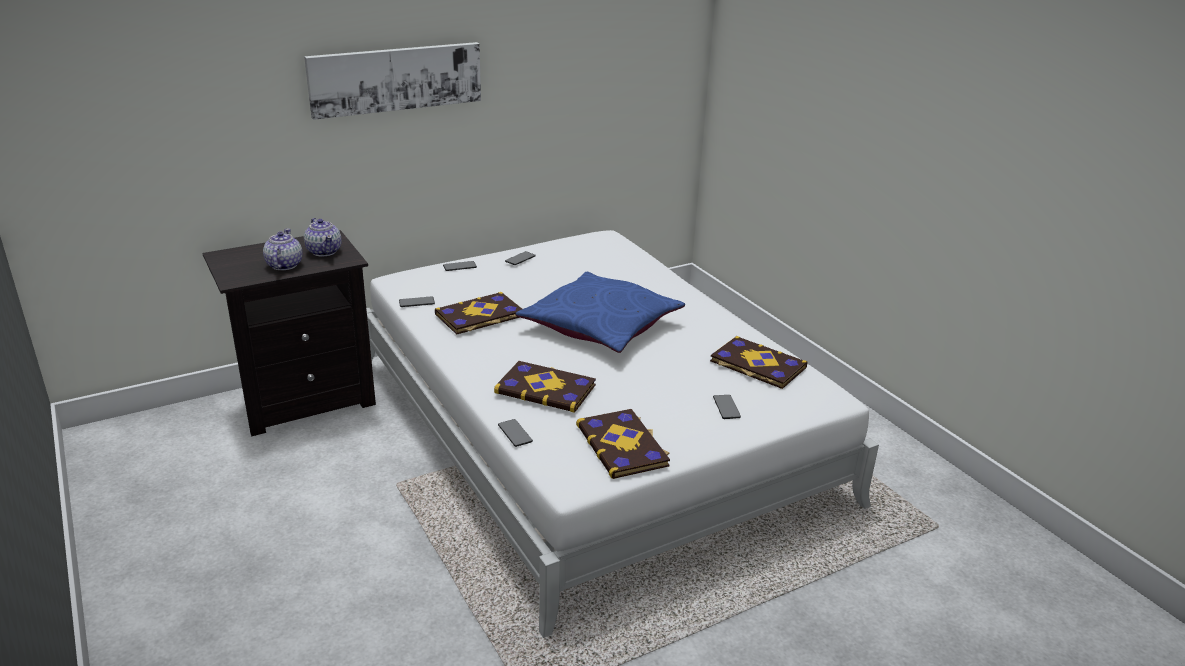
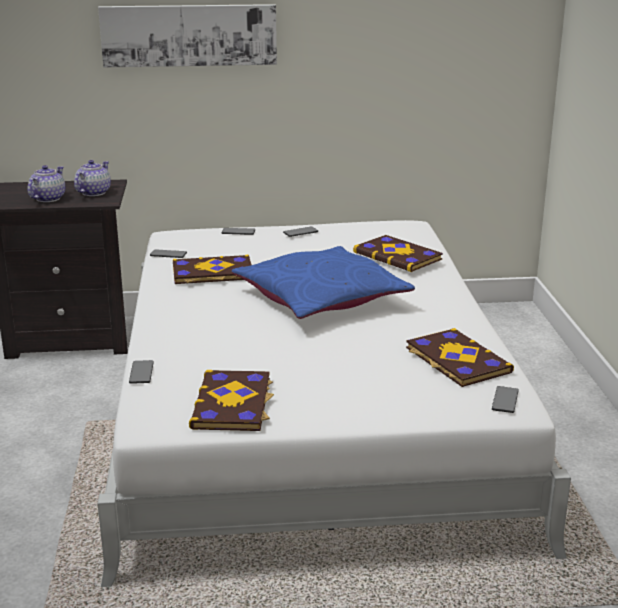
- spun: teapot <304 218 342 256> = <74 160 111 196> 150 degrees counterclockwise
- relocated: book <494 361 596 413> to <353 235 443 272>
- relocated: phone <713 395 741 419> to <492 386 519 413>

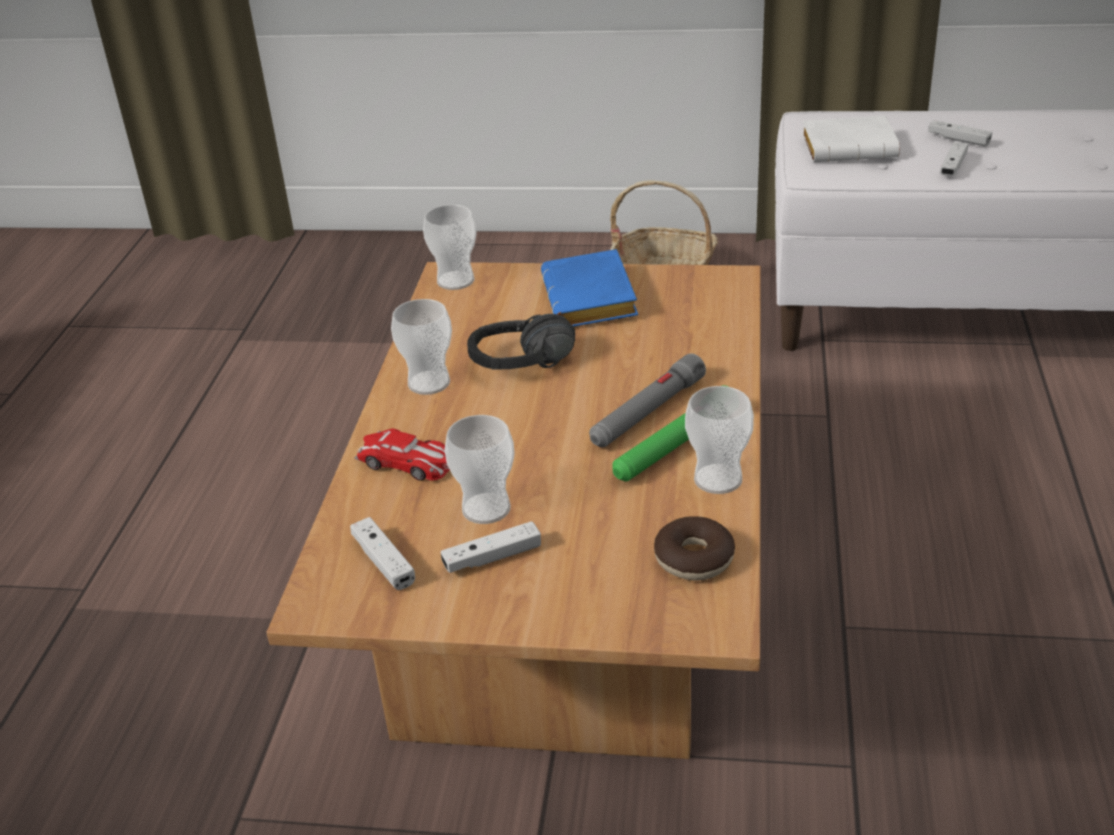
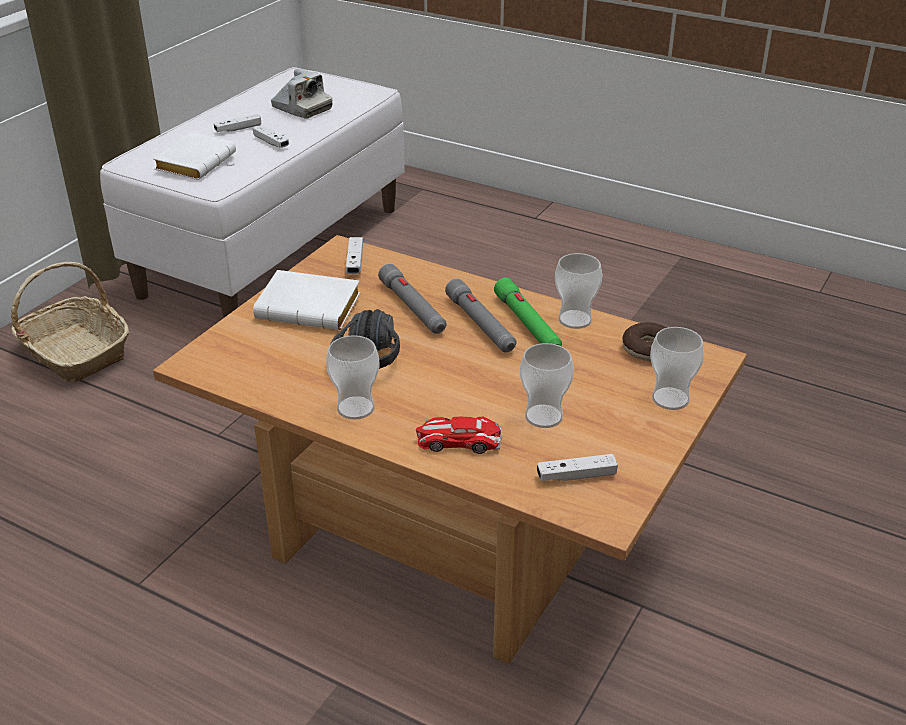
- relocated: cup <423 205 477 290> to <650 327 704 410>
- colour: book in blue <541 249 638 327> to book in white <253 270 360 330>
- spun: toy car <354 428 450 481> = <416 416 502 454> 135 degrees counterclockwise
- relocated: game controller in white <441 521 541 573> to <346 237 363 274>
- appeared: photo camera <271 68 332 119>
- appeared: flashlight in grey <378 264 447 334>

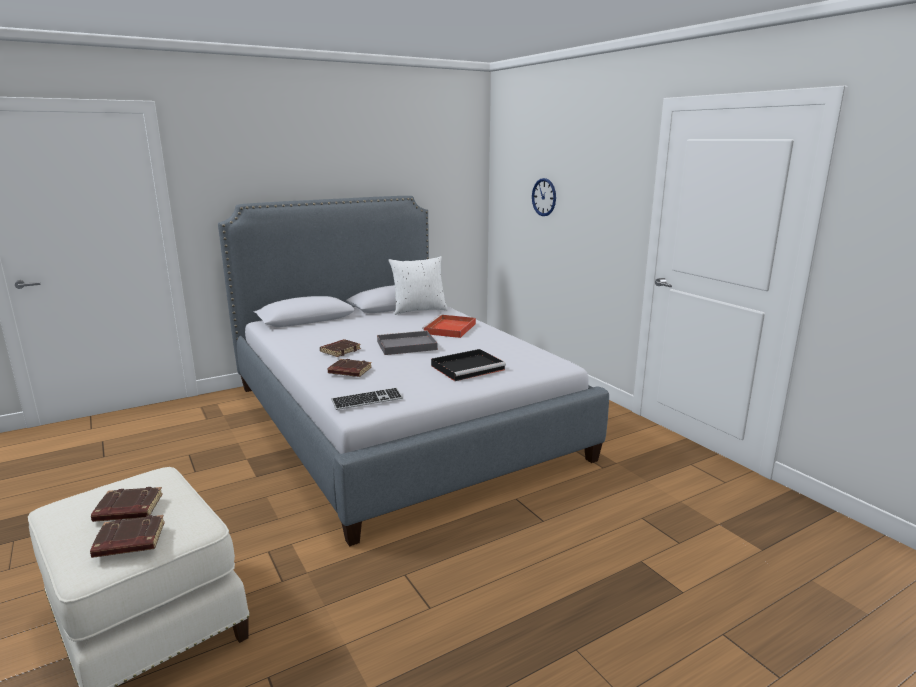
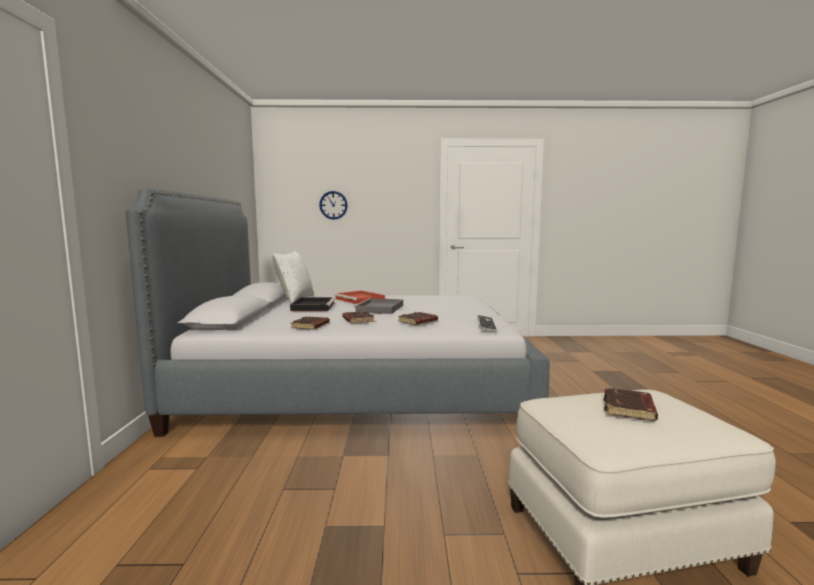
- relocated: tray in black <431 349 506 381> to <290 297 336 311>
- relocated: book in brown <90 515 165 558> to <291 316 330 330>

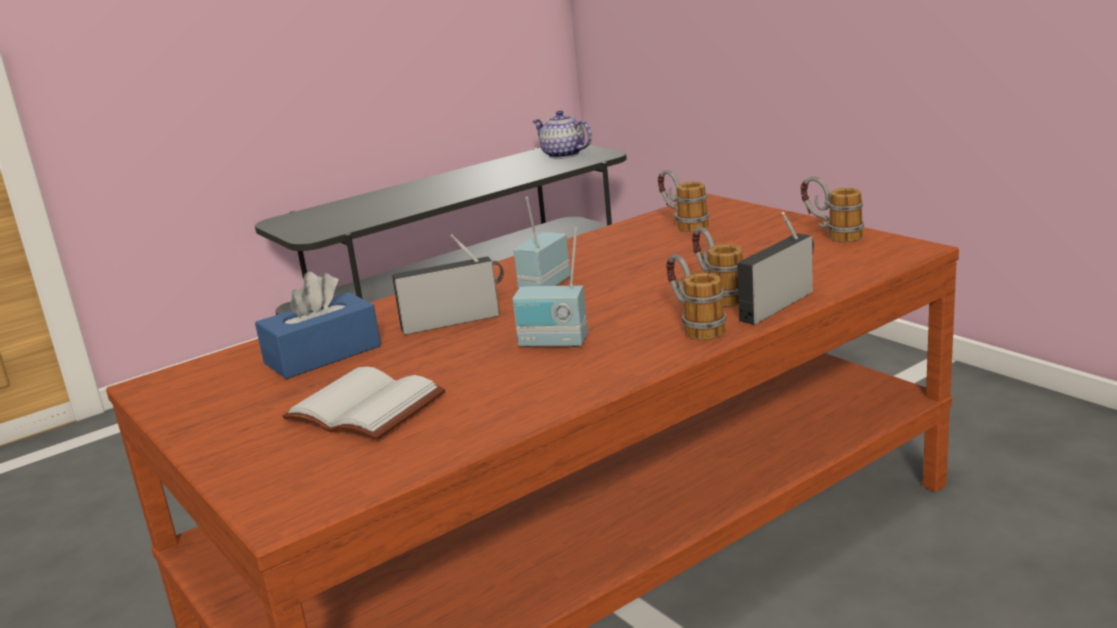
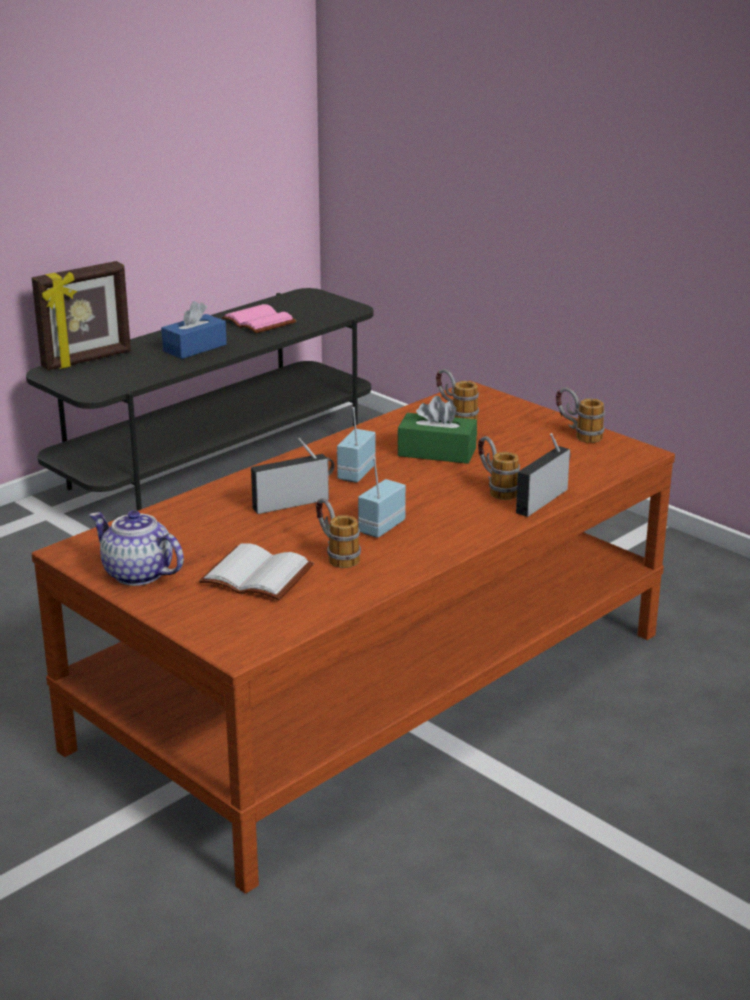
- relocated: teapot <532 110 592 159> to <90 510 184 586>
- spun: radio <513 227 588 347> = <358 458 406 538> 120 degrees clockwise
- relocated: mug <666 254 726 340> to <316 498 361 568>
- relocated: tissue box in blue <255 272 381 379> to <161 301 227 359>
- appeared: picture frame <32 261 131 370>
- appeared: book in pink <222 304 296 333>
- appeared: tissue box in green <398 396 477 464>

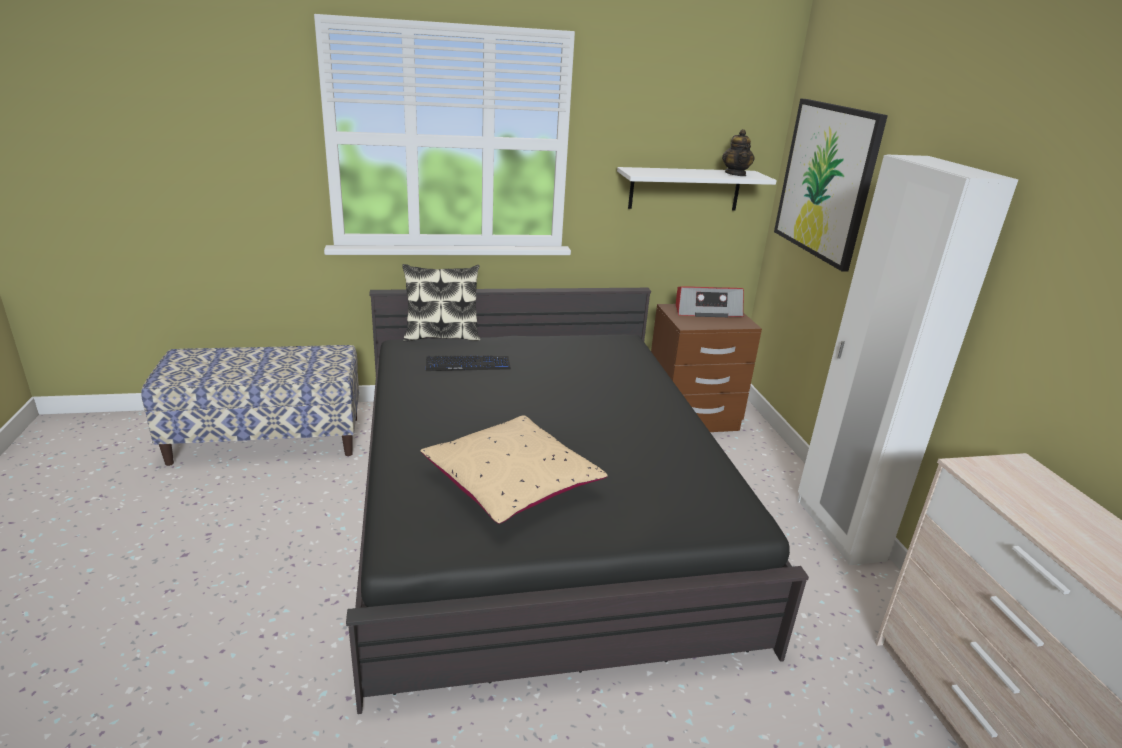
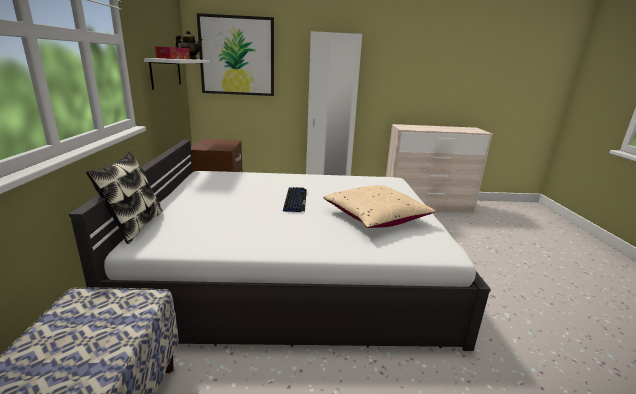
- missing: radio <676 286 744 317>
- colour: bed in black <346 288 809 714> to bed in white <69 140 491 351>
- relocated: keyboard <426 356 511 371> to <283 187 307 212>
- appeared: tissue box <155 46 190 59>

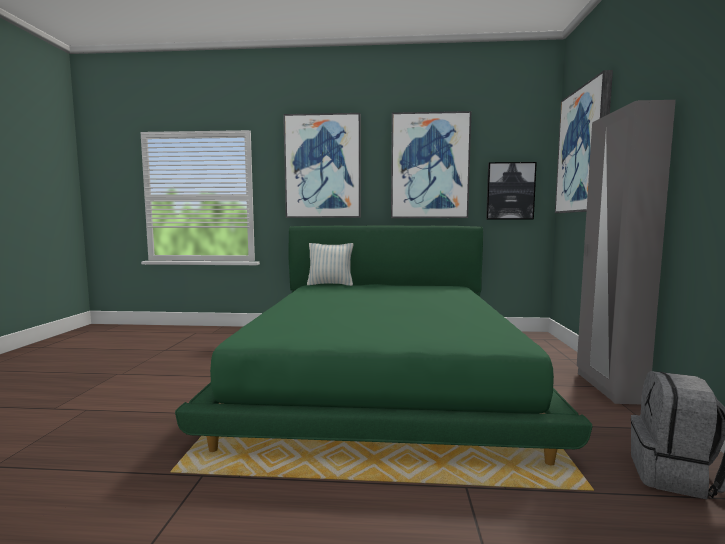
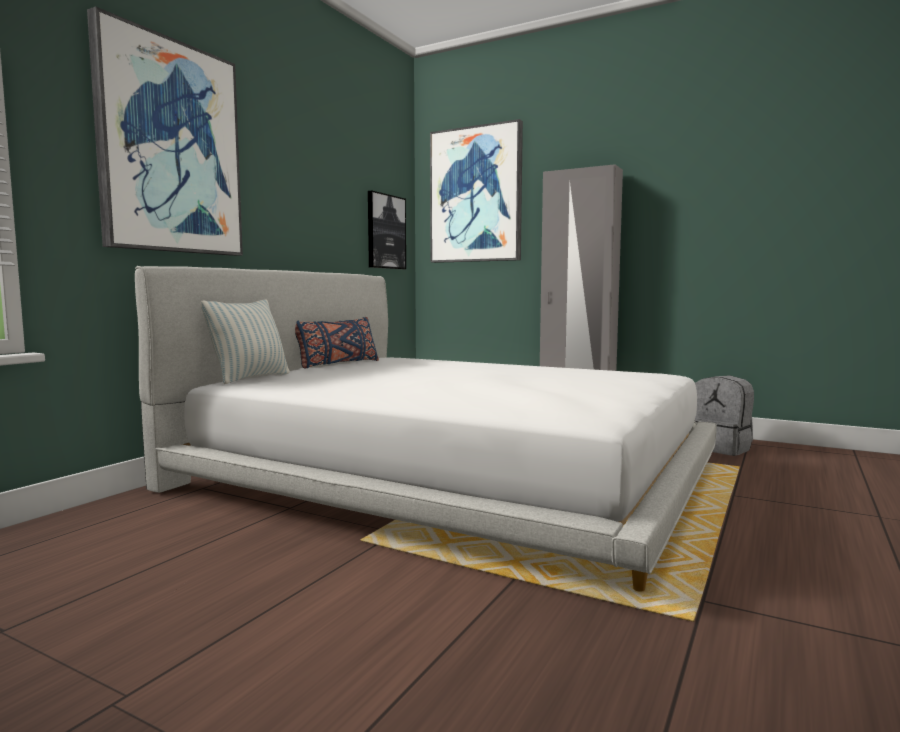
- missing: picture <391 111 471 218>
- colour: bed in green <175 225 592 466> to bed in white <135 266 717 592>
- appeared: pillow in blue <295 317 379 369>

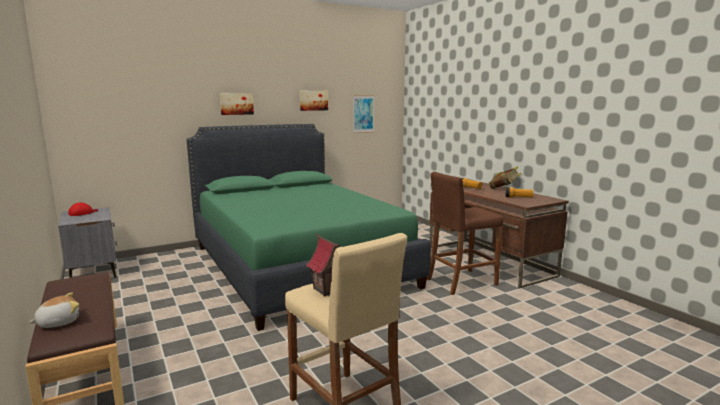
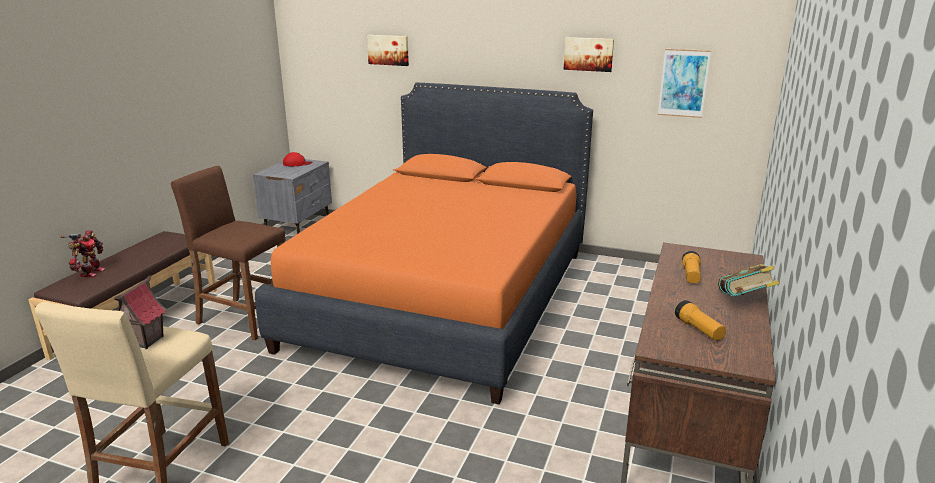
- relocated: picture <220 93 254 115> to <367 35 409 66>
- colour: bed in green <187 124 431 331> to bed in orange <255 82 593 404>
- relocated: stool in brown <427 172 503 295> to <171 166 286 340>
- exchanged: plush toy <28 293 79 328> to toy robot <61 230 105 278>

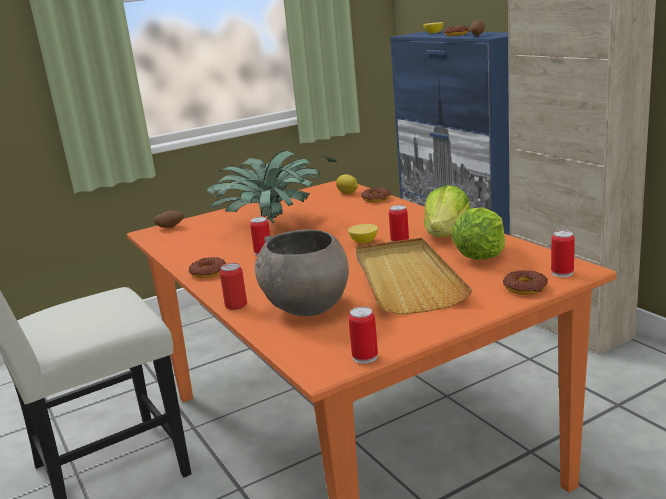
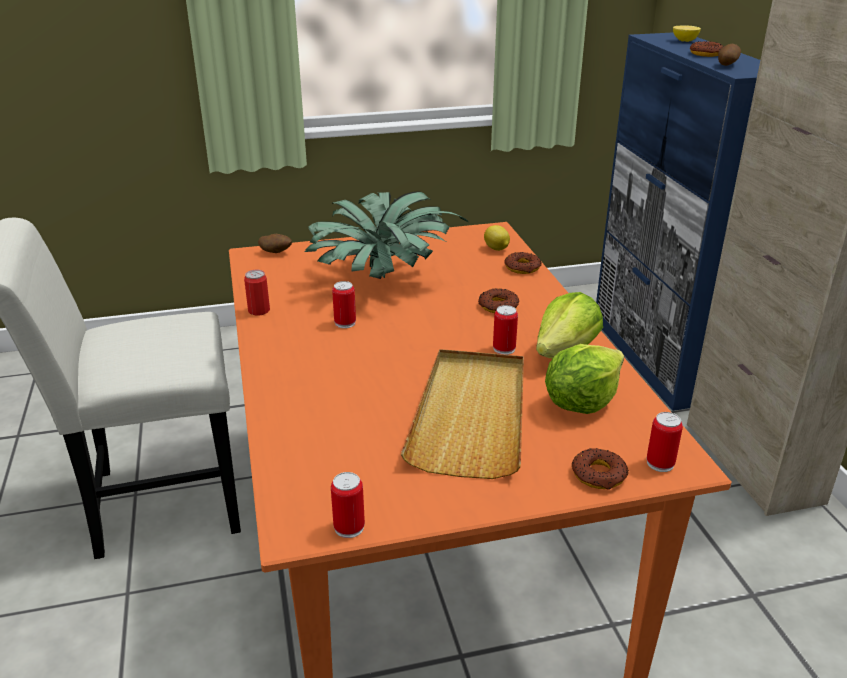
- missing: lemon <348 224 378 243>
- missing: bowl in grey <255 230 349 316>
- relocated: donut <189 257 226 278> to <478 288 519 313>
- relocated: can <220 263 247 310> to <244 270 270 316>

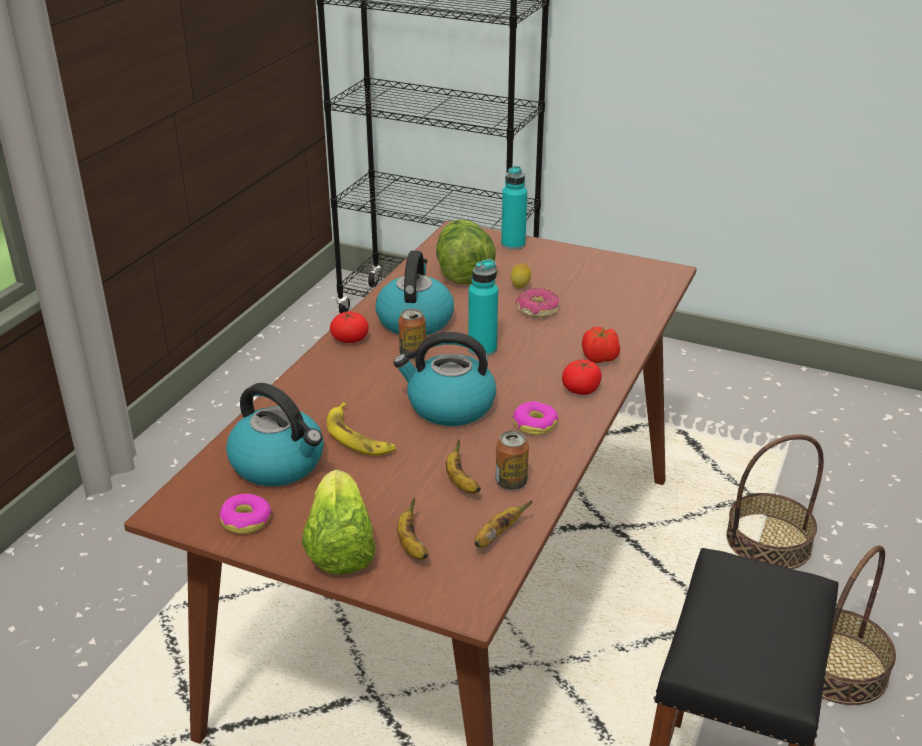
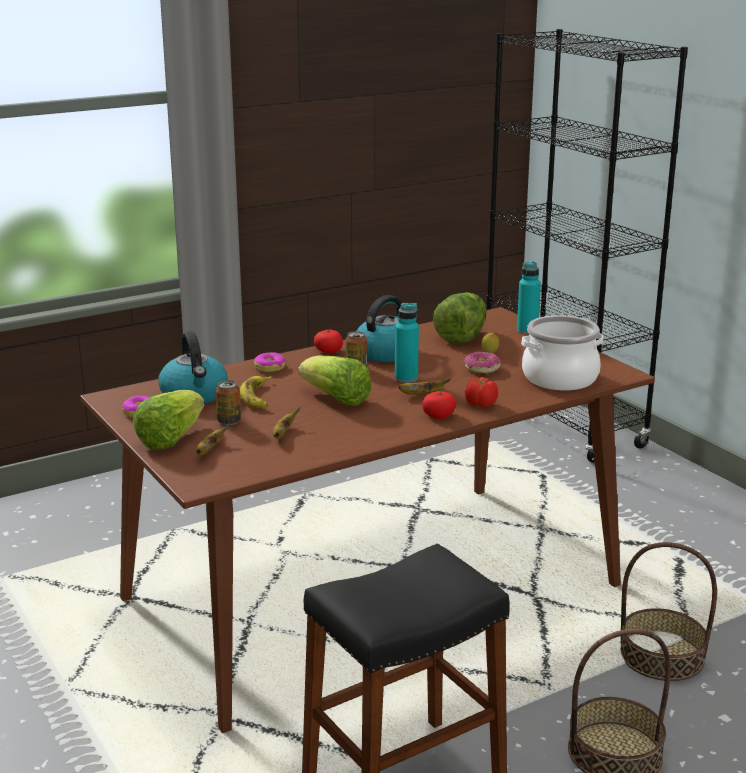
- exchanged: kettle <393 332 496 426> to lettuce <299 355 371 406>
- relocated: donut <512 401 558 435> to <254 353 286 372>
- relocated: can <496 430 529 490> to <216 380 241 425>
- relocated: banana <474 501 532 548> to <398 379 451 394>
- appeared: cooking pot <521 315 604 391>

